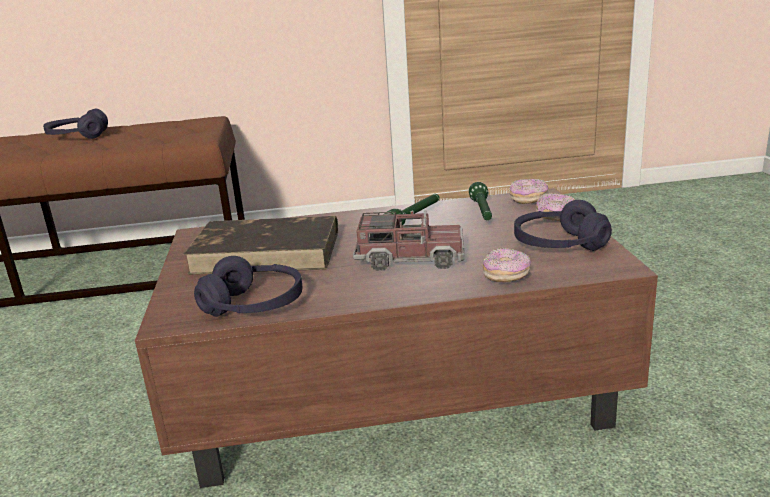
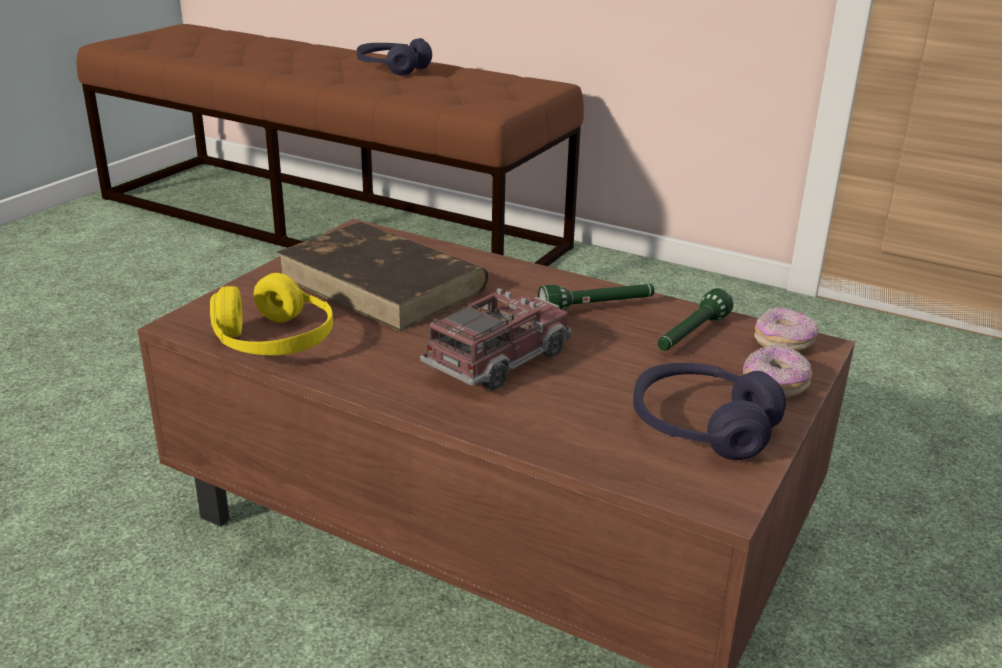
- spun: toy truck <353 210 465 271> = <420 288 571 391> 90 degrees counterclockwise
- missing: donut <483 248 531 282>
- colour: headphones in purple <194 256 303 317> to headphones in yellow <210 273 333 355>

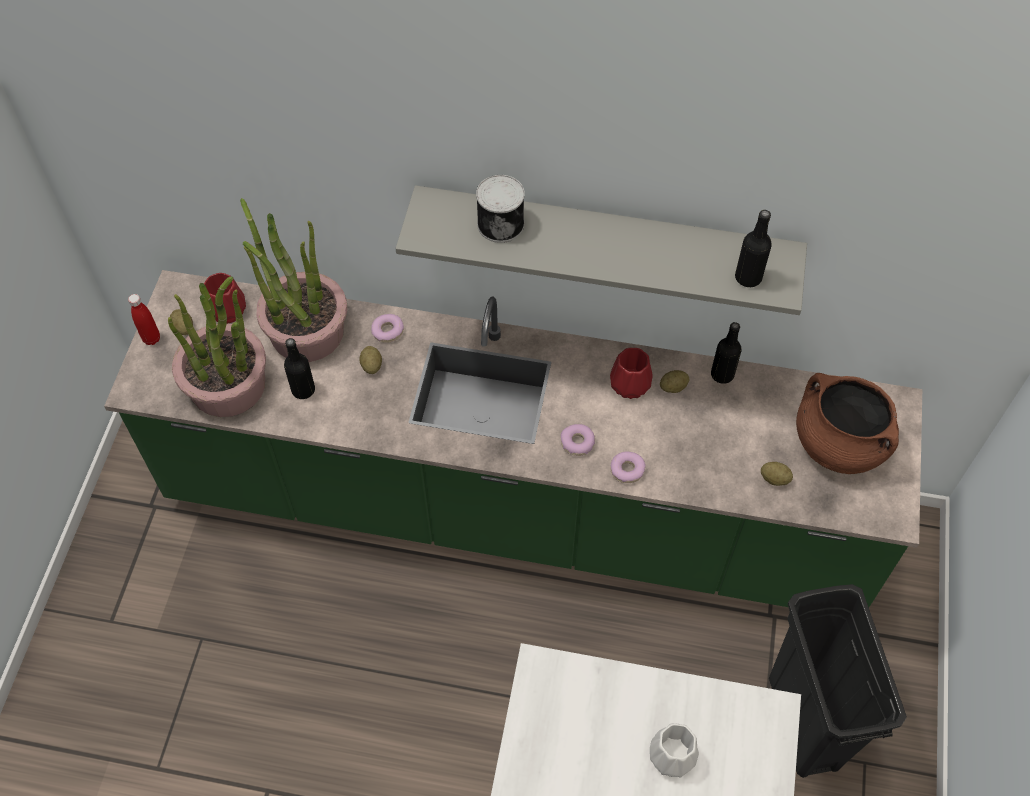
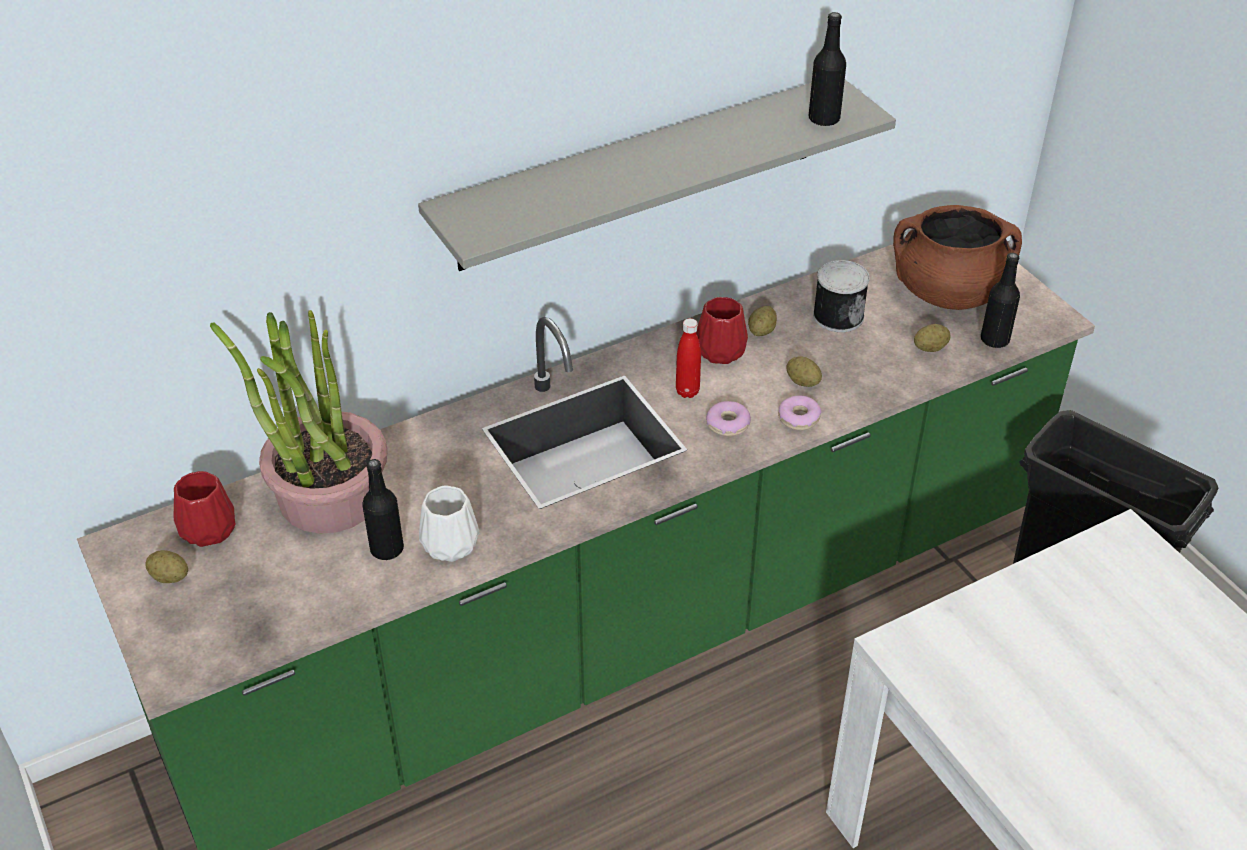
- relocated: can <476 175 525 243> to <813 260 870 332>
- missing: potted plant <168 276 266 417>
- relocated: bottle in red <128 294 160 345> to <676 318 701 398>
- missing: donut <371 314 404 343>
- relocated: bottle in black <711 322 742 384> to <981 253 1020 348>
- relocated: potato <359 346 382 374> to <786 357 822 387>
- relocated: vase in white <650 723 699 777> to <419 486 480 562>

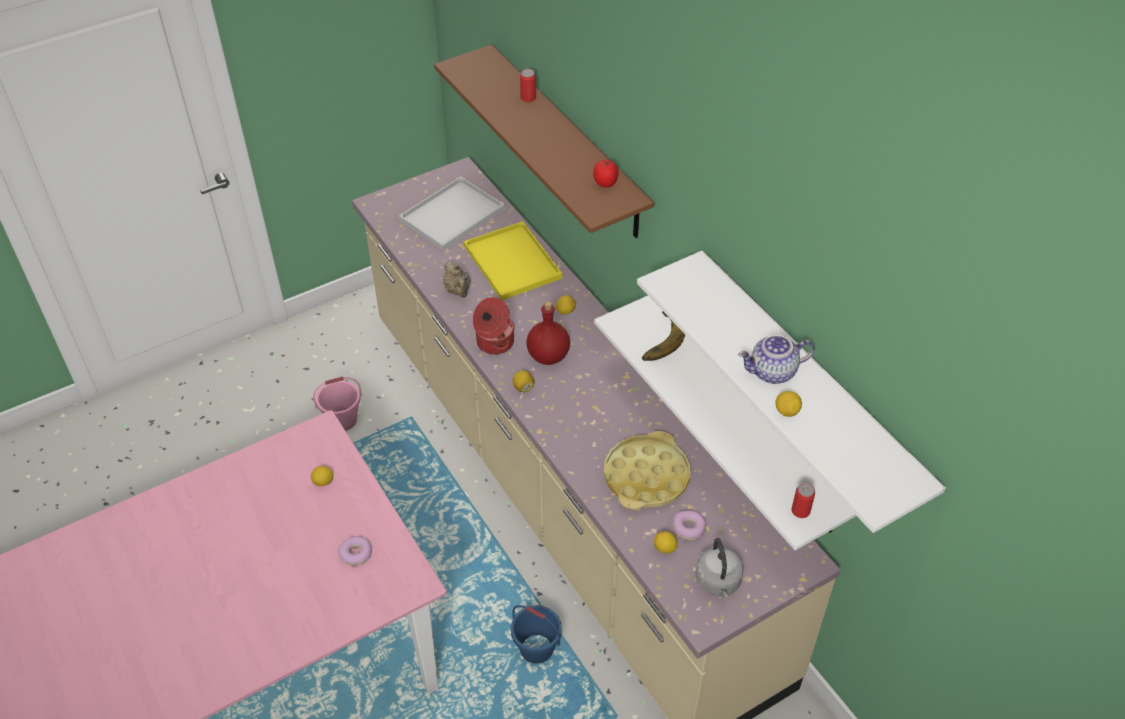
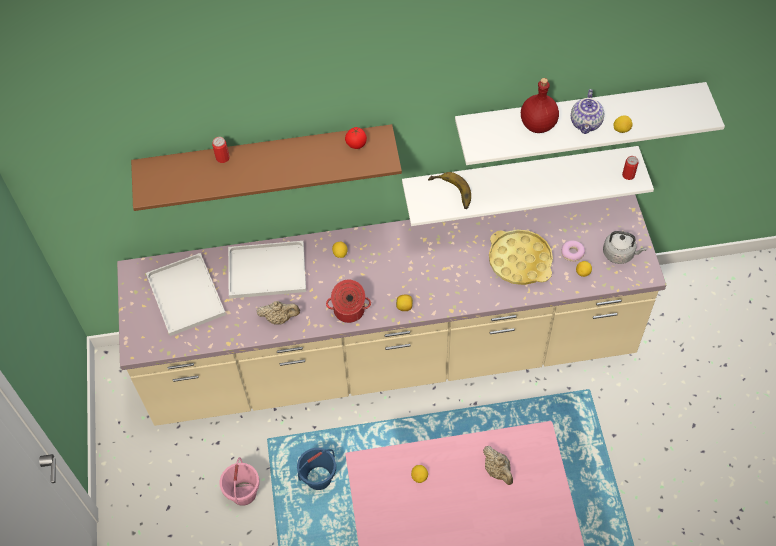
- colour: tray in yellow <464 221 563 300> to tray in white <228 241 306 298>
- relocated: bottle in red <526 301 570 365> to <521 78 559 133>
- exchanged: donut <338 536 372 566> to teapot in beige <483 446 513 485>
- relocated: bucket in blue <511 605 562 664> to <297 448 336 490>

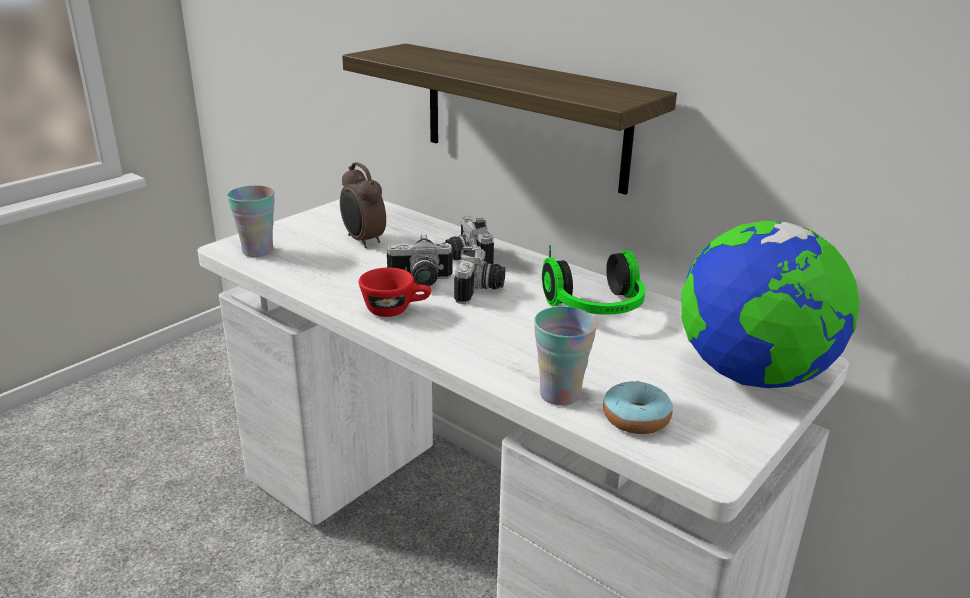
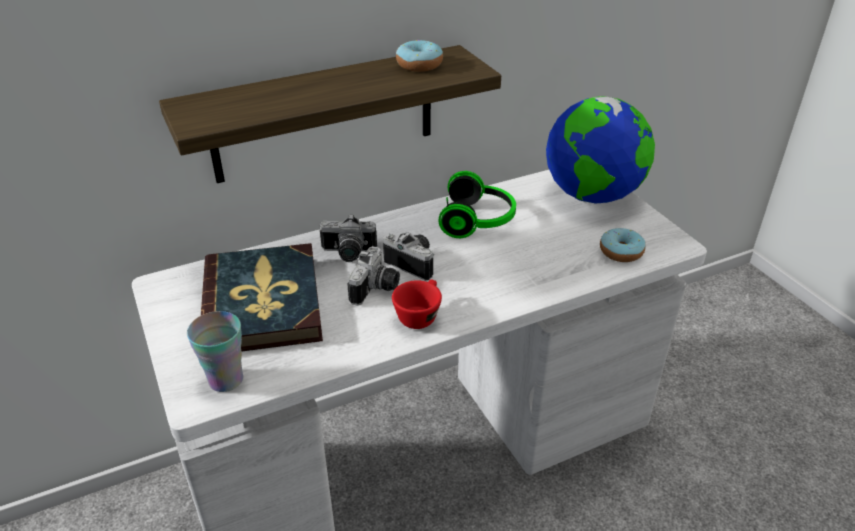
- exchanged: alarm clock <340 162 386 248> to book <201 243 323 351>
- missing: cup <534 307 597 406>
- appeared: donut <396 40 443 72>

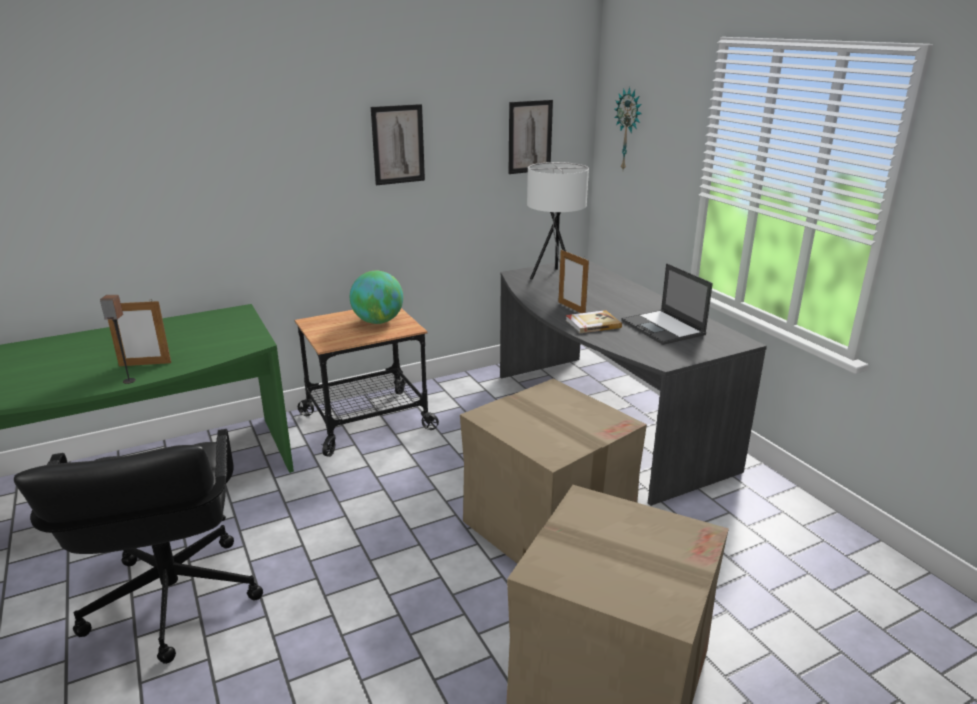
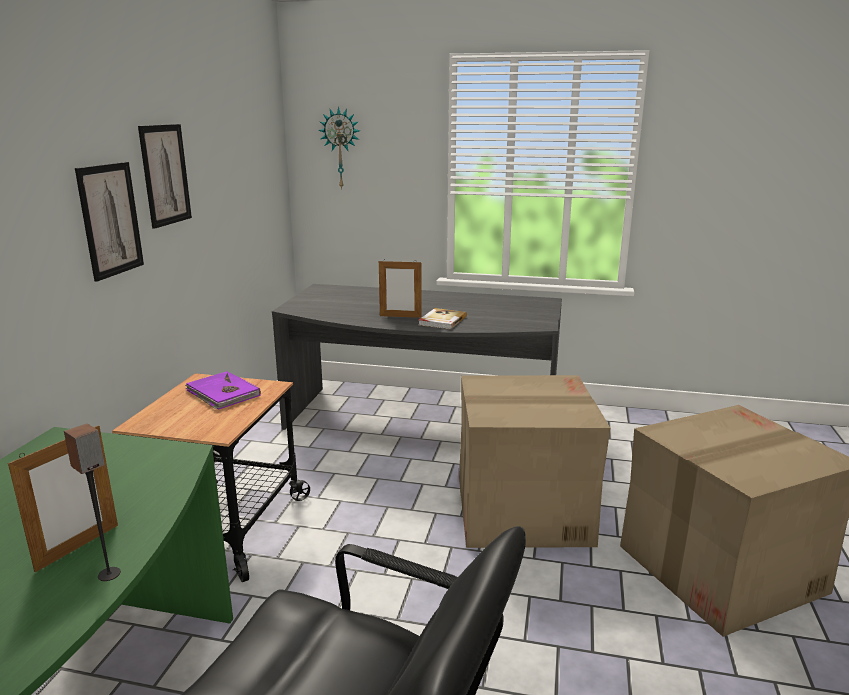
- relocated: picture <508 100 553 174> to <75 162 144 282>
- missing: table lamp in white <527 162 589 280>
- missing: laptop <621 263 713 345>
- exchanged: globe <350 271 403 324> to book in purple <186 371 261 410>

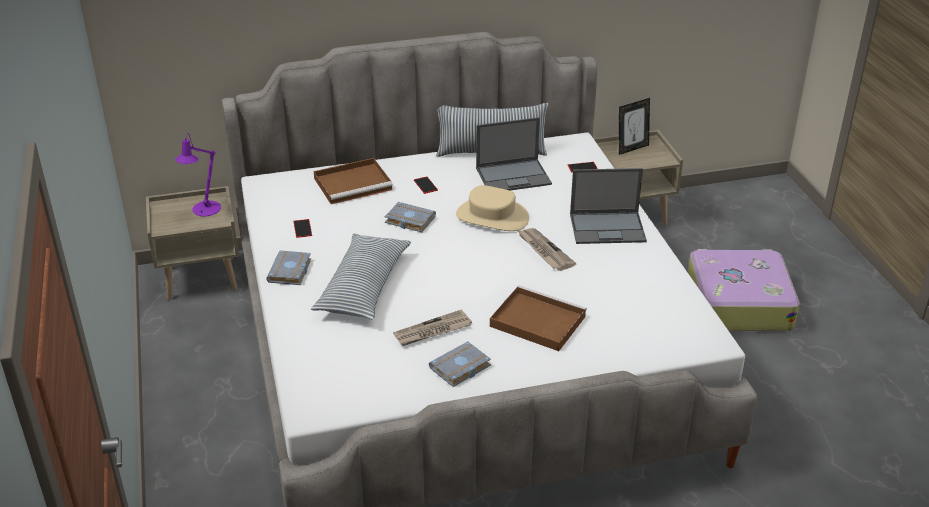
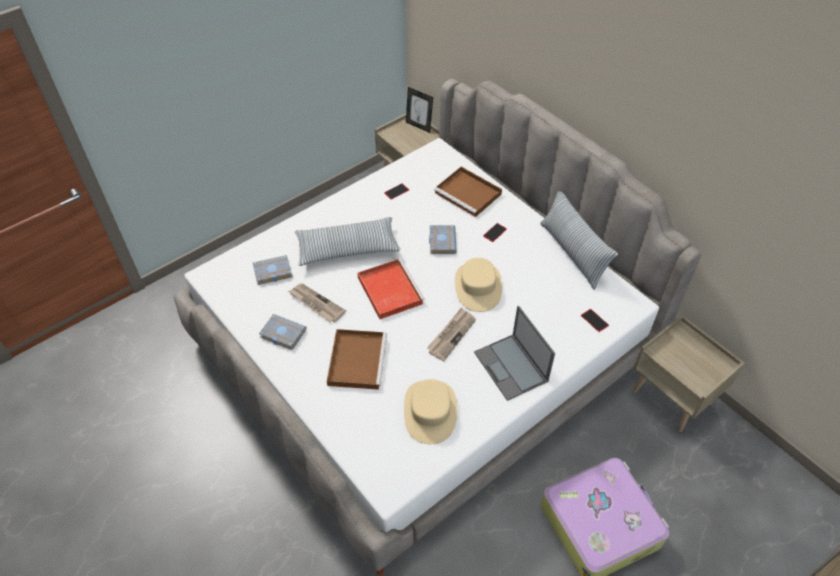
- relocated: picture frame <619 98 650 155> to <406 87 433 133>
- missing: laptop <476 117 552 191>
- missing: table lamp in purple <175 133 221 216>
- relocated: book in grey <266 251 311 285> to <253 255 292 285>
- appeared: tray in red <357 259 425 319>
- appeared: hat in beige <404 379 457 444>

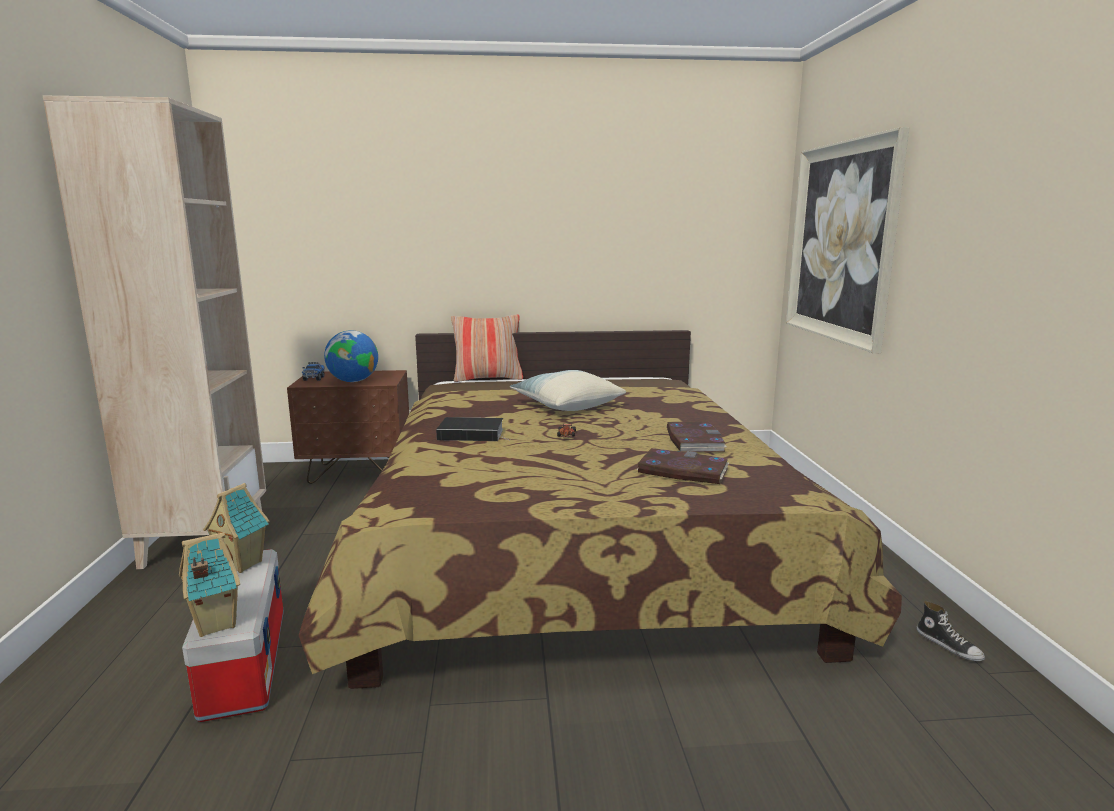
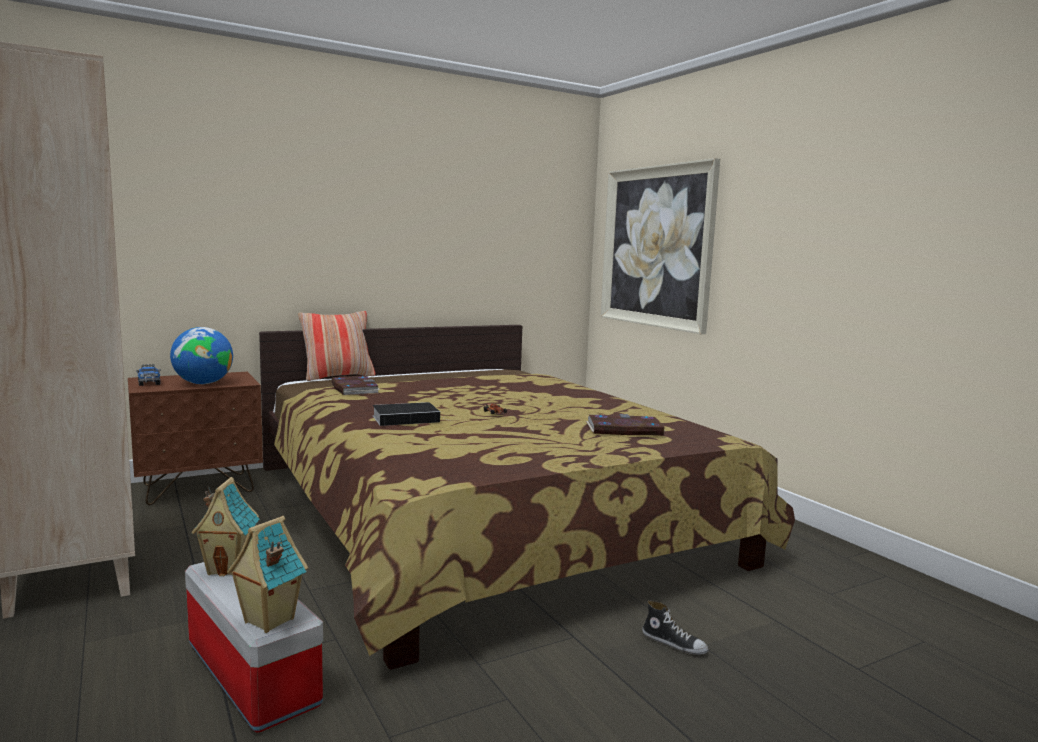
- missing: pillow <510 370 626 411>
- relocated: book <667 421 727 452> to <331 376 380 395>
- relocated: shoe <917 601 985 661> to <642 600 709 655>

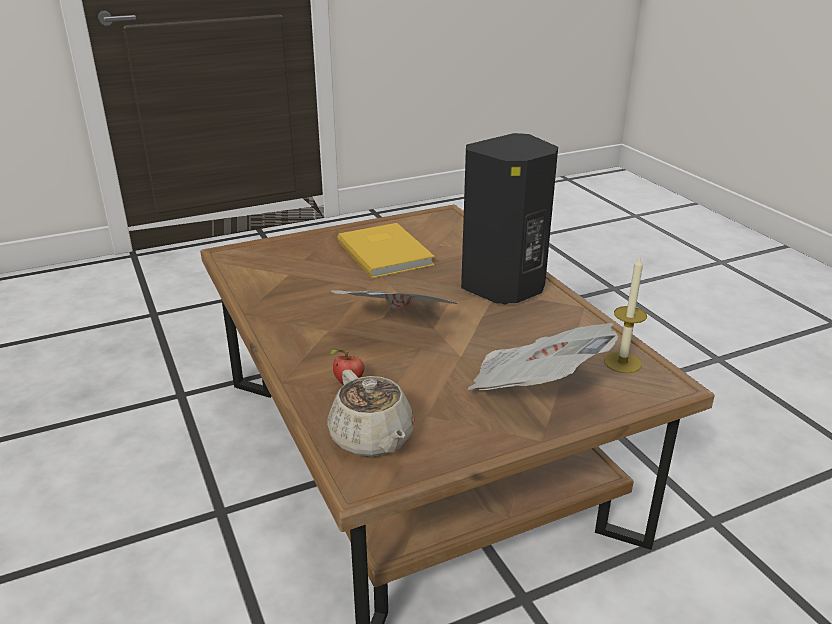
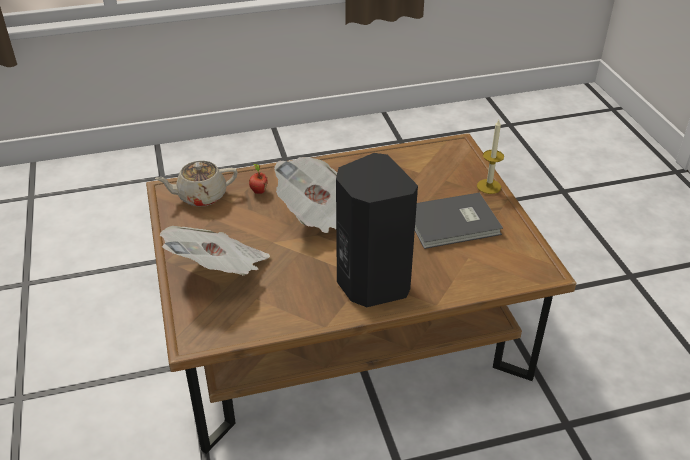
- colour: book in yellow <337 223 435 278> to book in grey <415 192 503 249>
- relocated: candle <604 257 647 373> to <477 120 504 194>

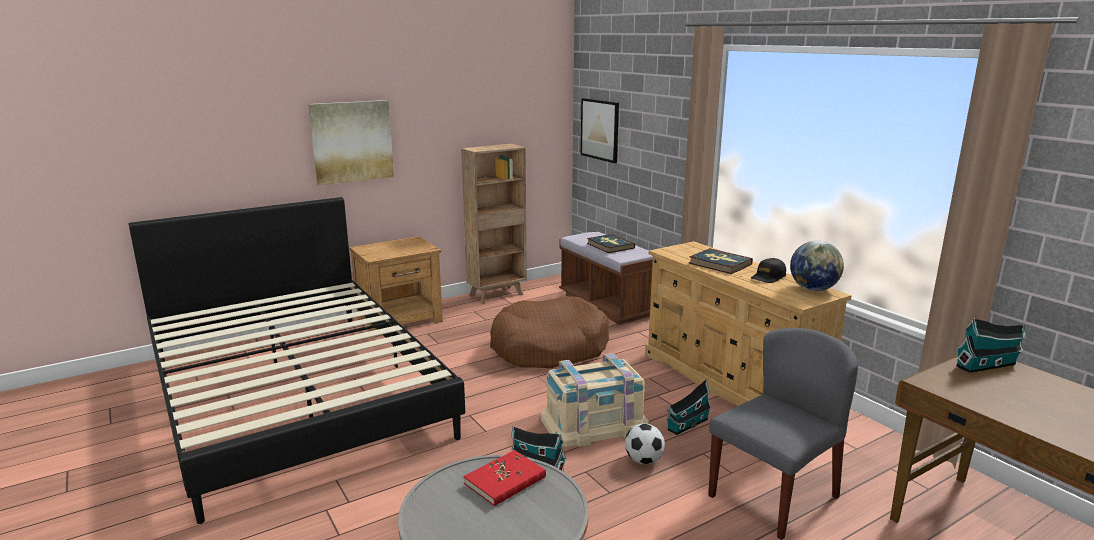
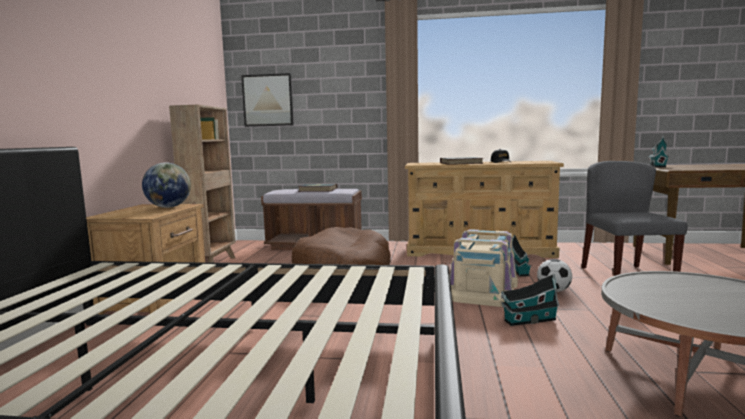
- missing: picture <308 100 394 186>
- relocated: globe <790 241 844 291> to <142 163 191 208>
- missing: book in red <463 450 546 506>

